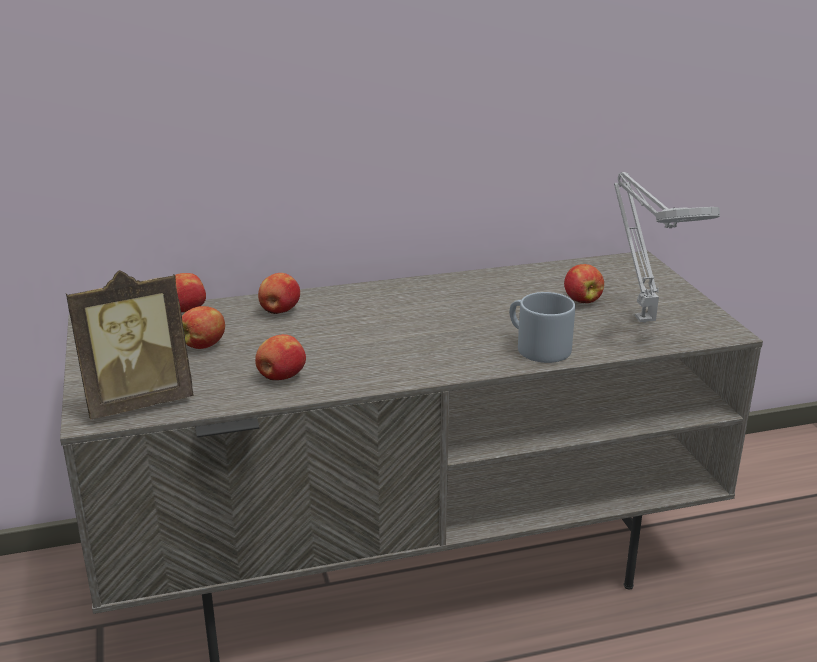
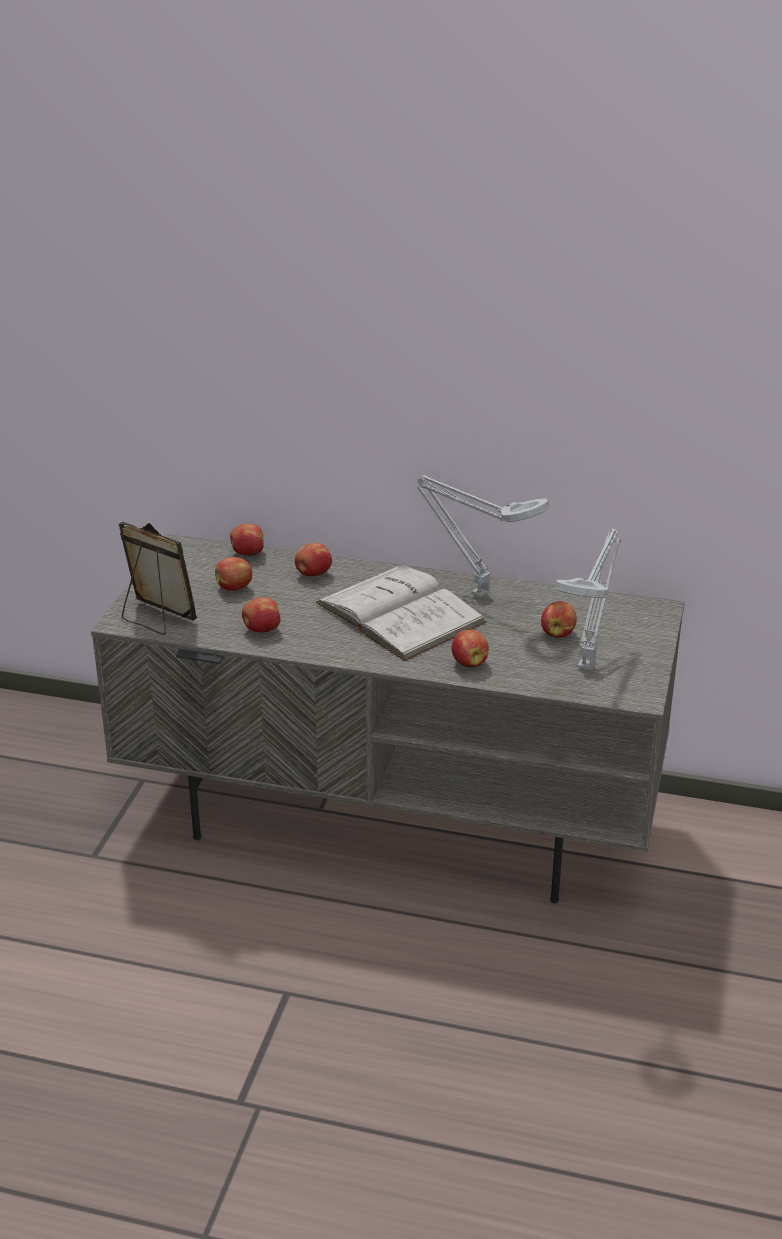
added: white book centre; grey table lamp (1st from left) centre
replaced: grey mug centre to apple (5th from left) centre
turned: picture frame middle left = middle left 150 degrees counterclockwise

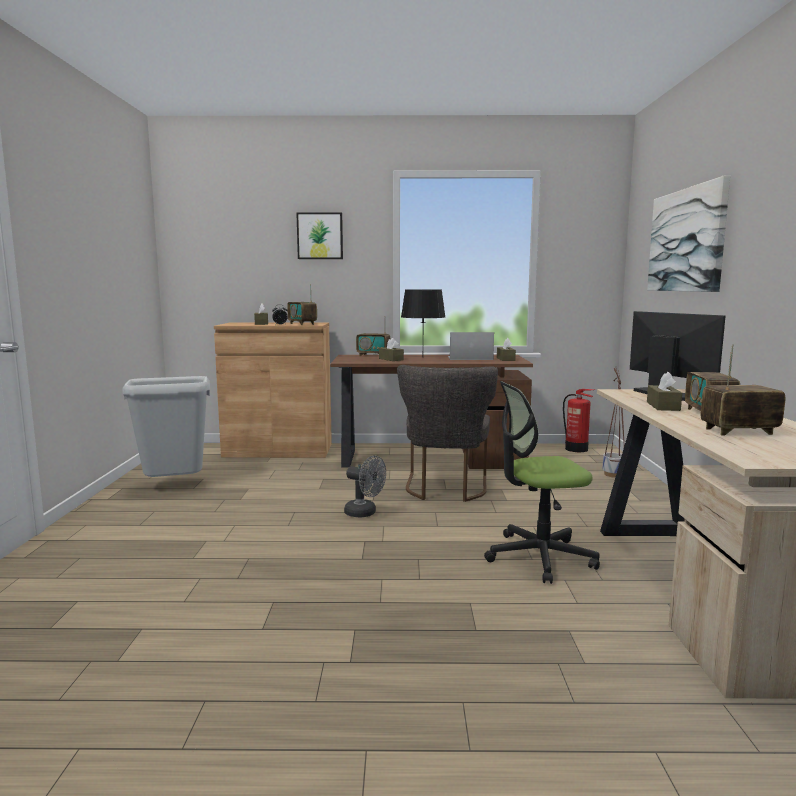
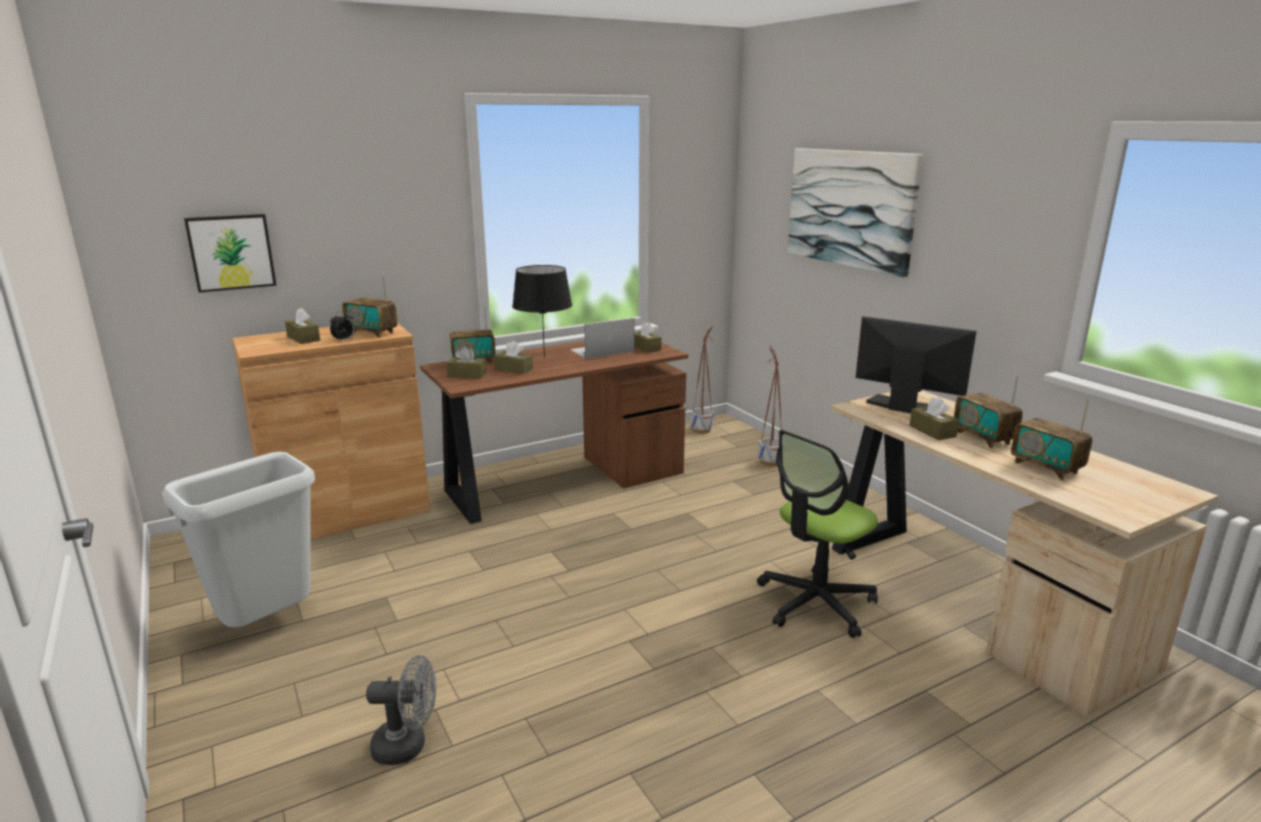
removed: grey chair centre
added: brown tissue box (2nd from left) centre
moved: picture (1st from left) top centre to top left; grey fan centre to bottom left
replaced: fire extinguisher middle right to planter (1st from left) centre
turned: radio (4th from left) middle right = middle right 90 degrees counterclockwise

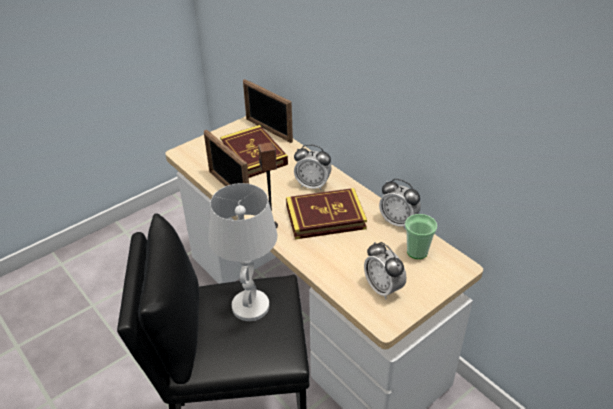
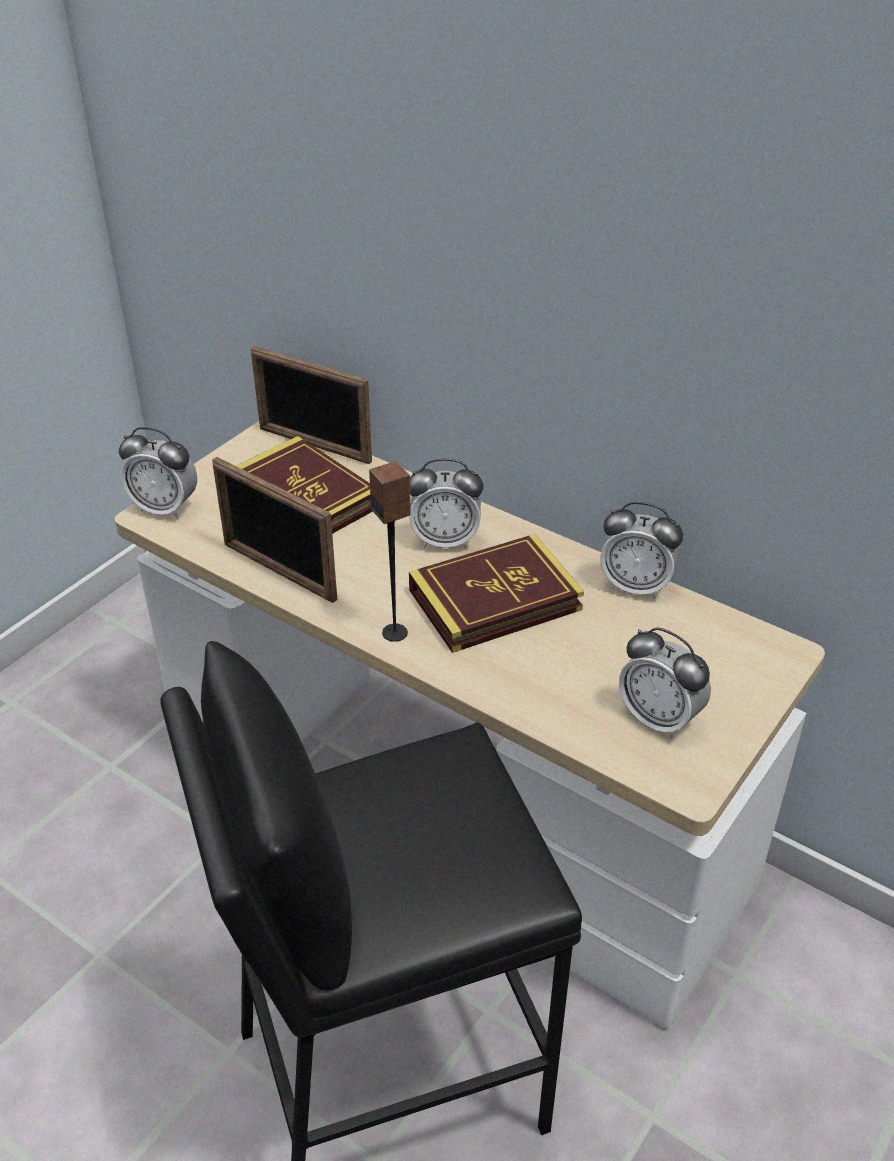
removed: white table lamp centre; cup middle right
added: alarm clock (1st from left) middle left

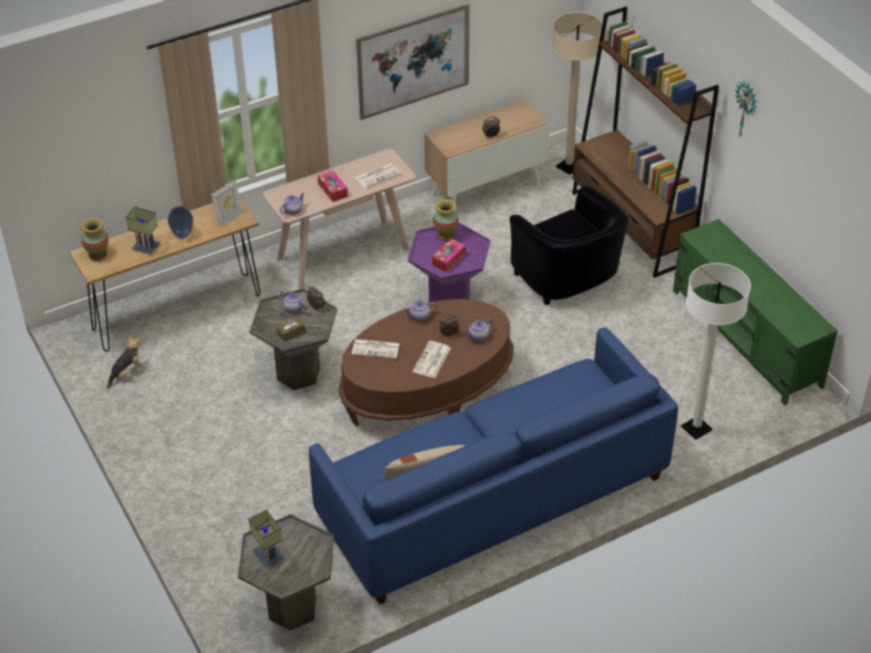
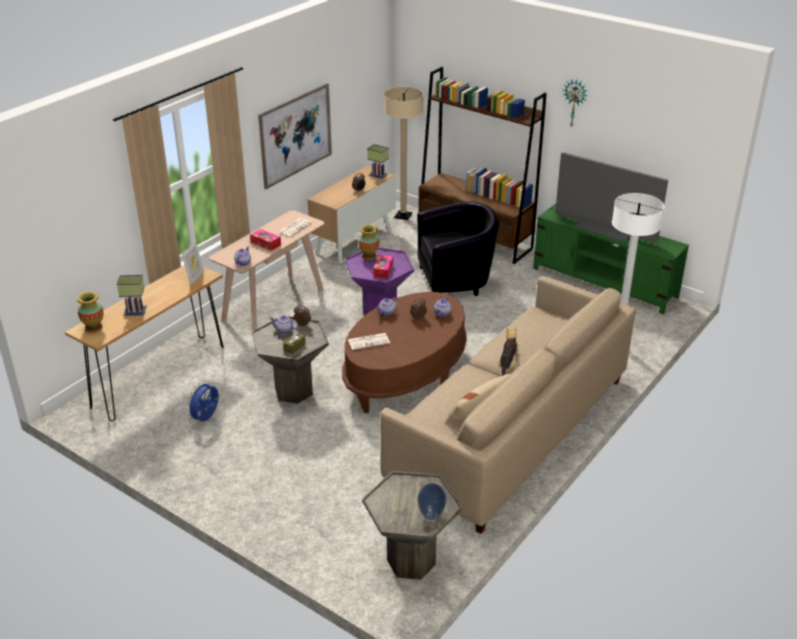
removed: newspaper (3rd from left) centre
added: blue fan middle left; television top right
moved: table lamp (2nd from left) bottom left to top centre; vase (2nd from left in the first image) middle left to vase (3rd from left) bottom centre; plush toy middle left to centre
recoloured: blue sofa bottom centre to beige sofa centre
turned: black armchair centre = centre 45 degrees counterclockwise

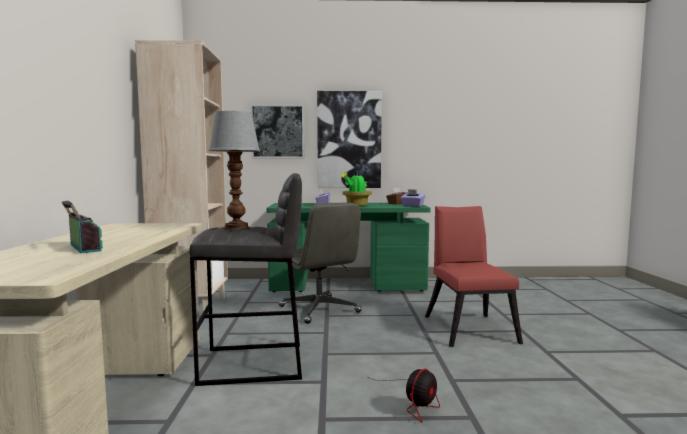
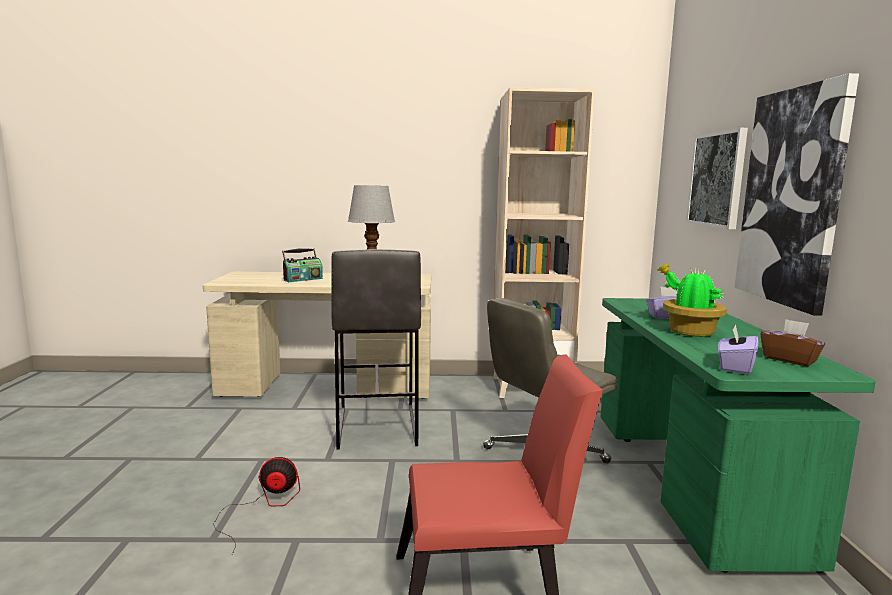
turned: fan bottom centre = bottom left 135 degrees clockwise

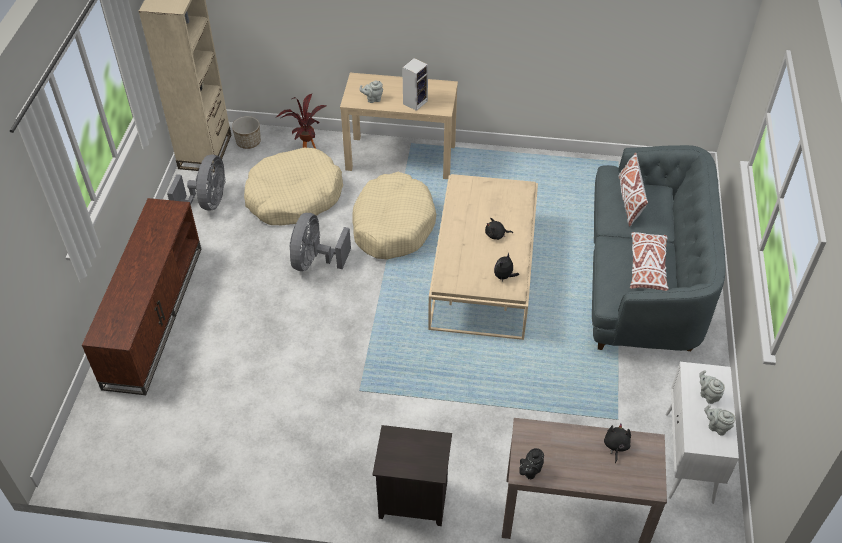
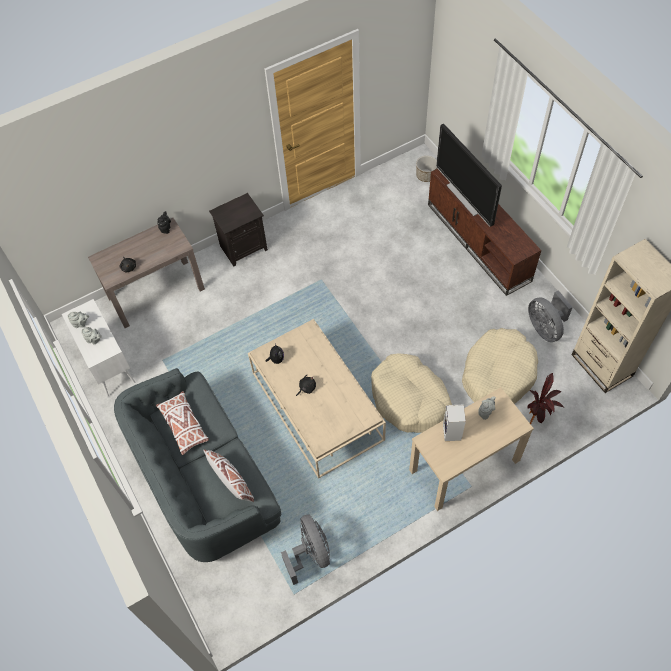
added: television top right
moved: grey fan (2nd from left in the first image) centre to grey fan (1st from left) bottom centre; planter top left to top centre

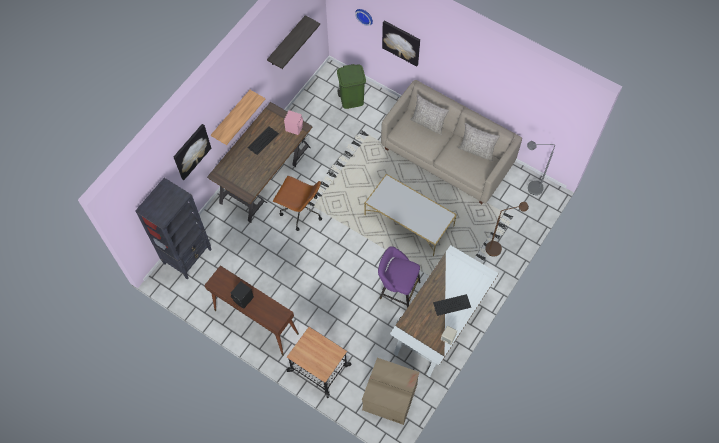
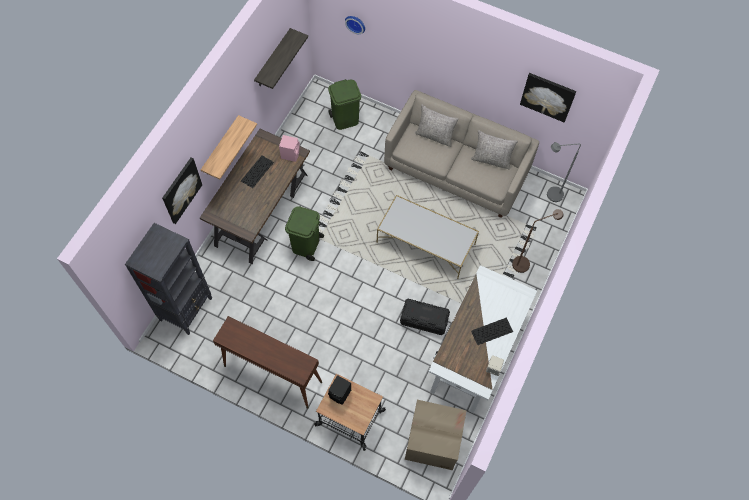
moved: black speaker centre to bottom centre; picture (2nd from left) top centre to top right
replaced: brown office chair centre to green trash can (1st from left) centre; purple stool centre to black storage box centre

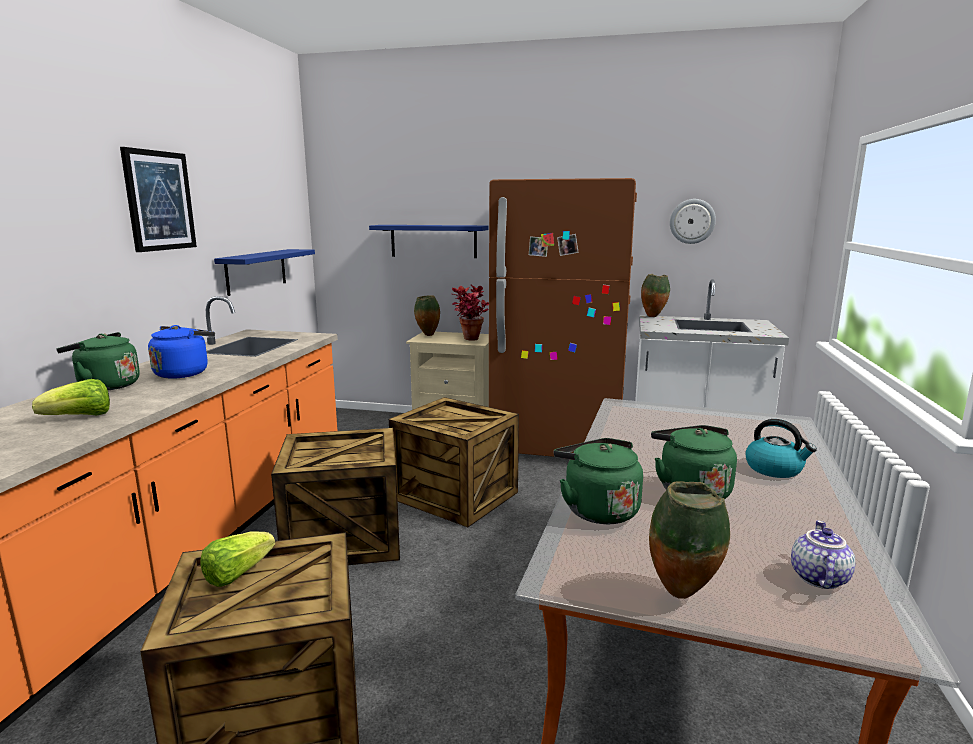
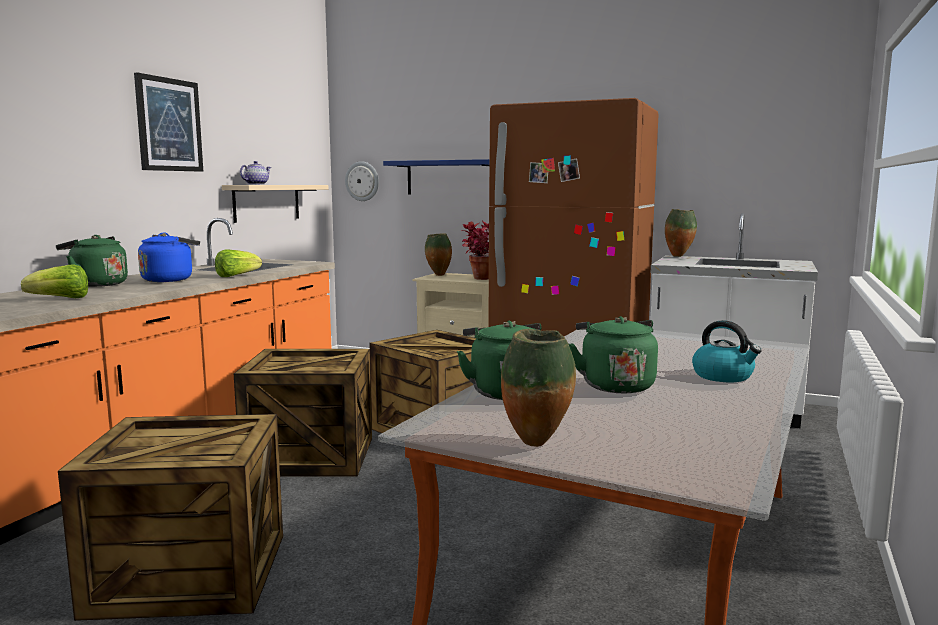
moved: lettuce (2nd from left) bottom left to middle left; teapot bottom right to top left; wall clock top right to top centre
recoloured: blue shelf (1st from left) middle left to beige shelf top left

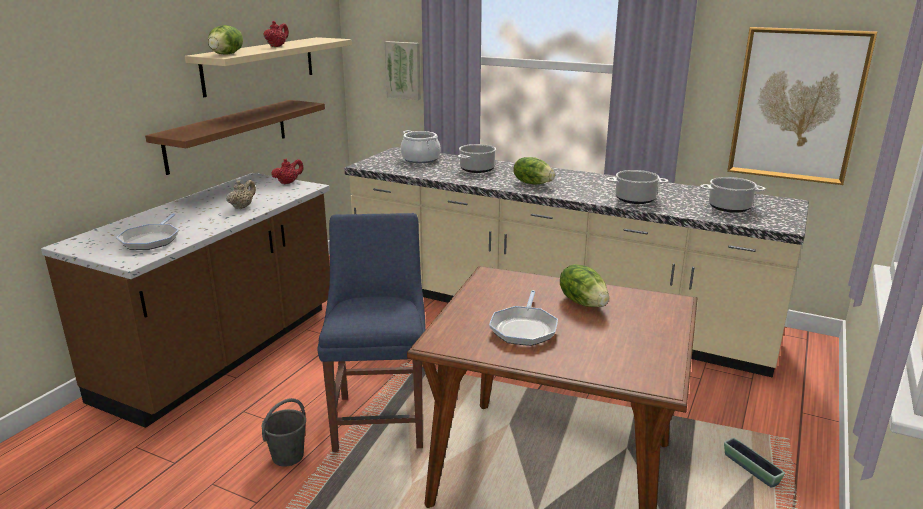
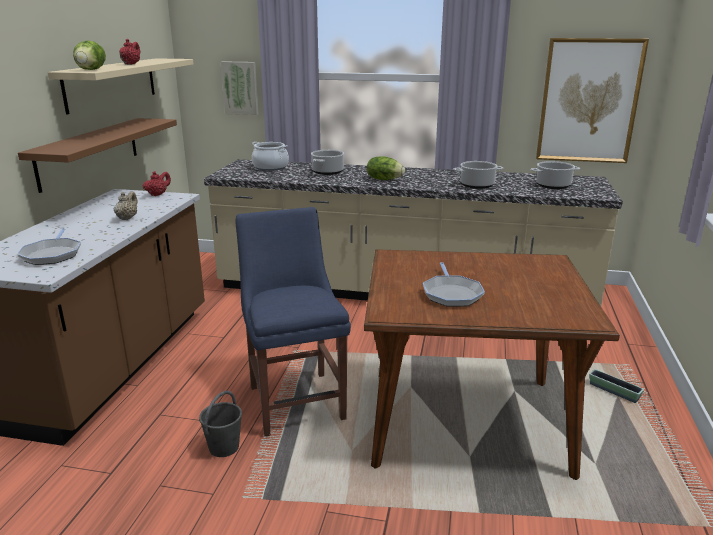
removed: lettuce (3rd from left) centre

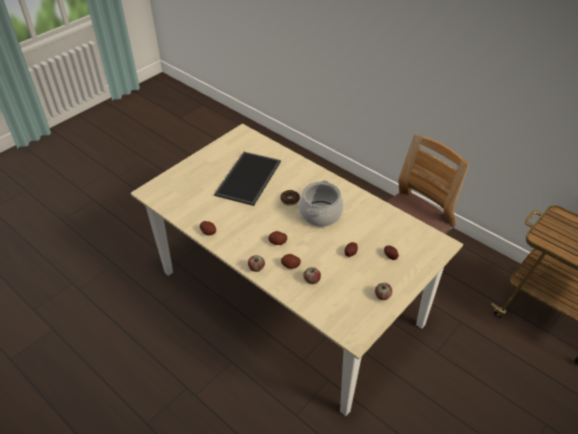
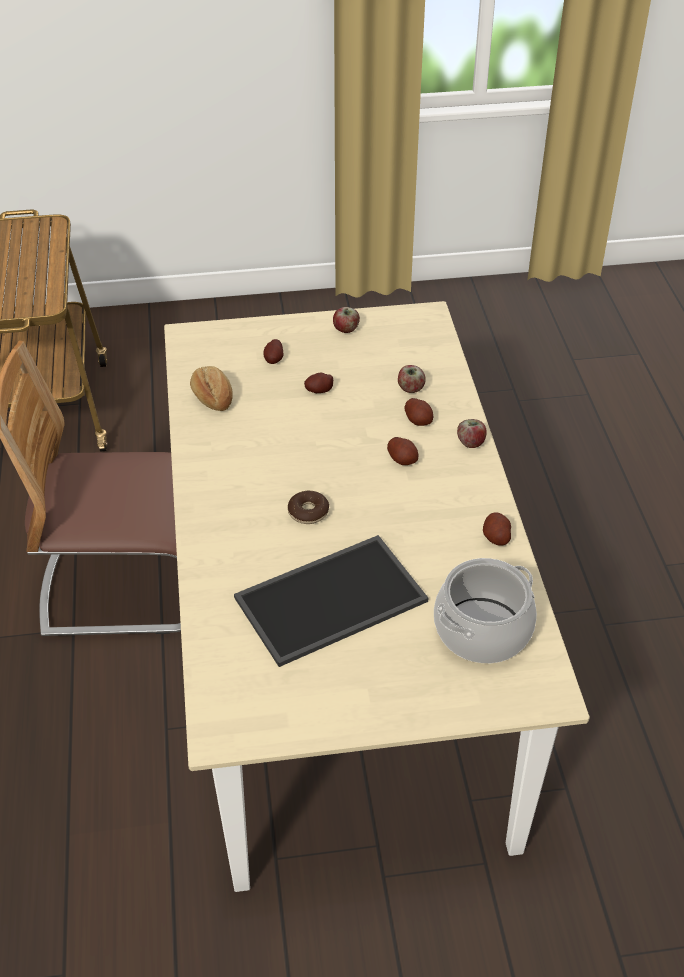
added: bread middle left
moved: cooking pot centre to middle right

